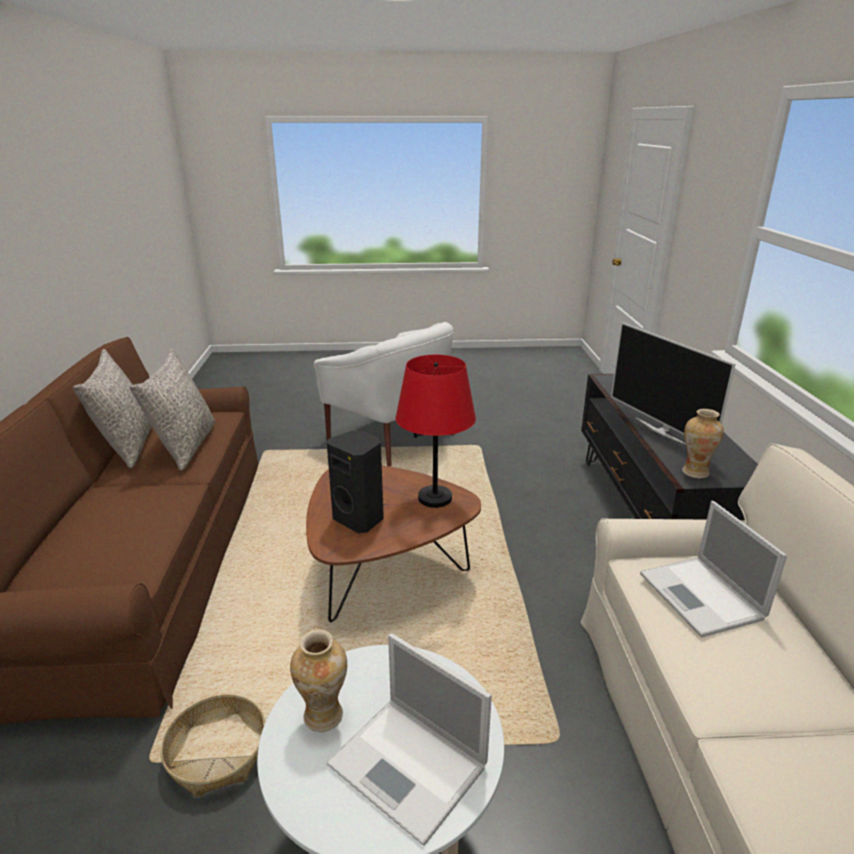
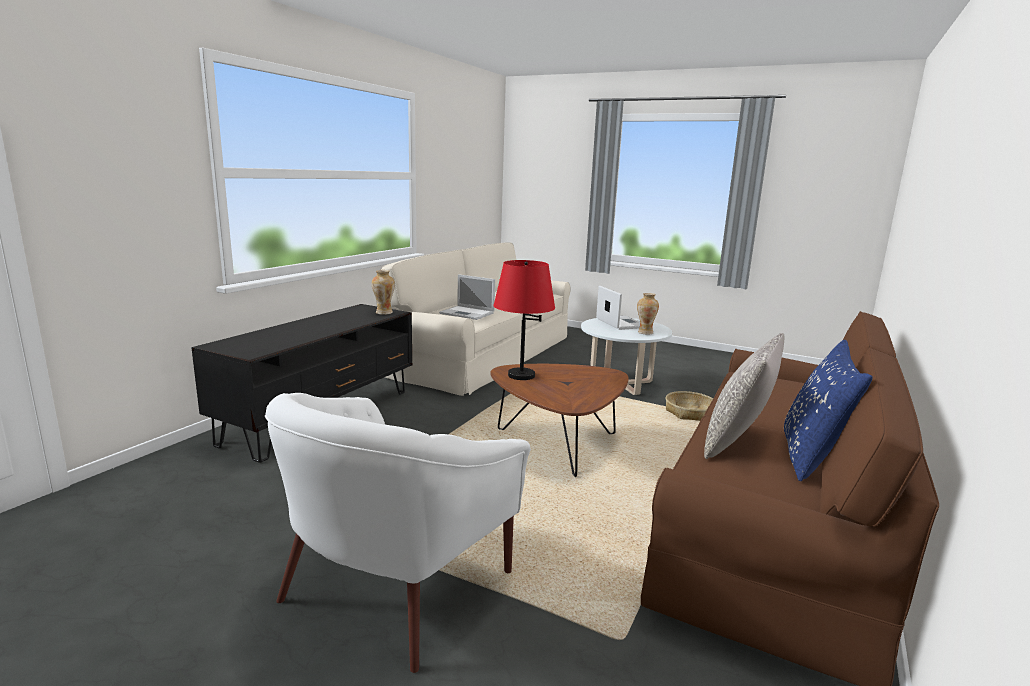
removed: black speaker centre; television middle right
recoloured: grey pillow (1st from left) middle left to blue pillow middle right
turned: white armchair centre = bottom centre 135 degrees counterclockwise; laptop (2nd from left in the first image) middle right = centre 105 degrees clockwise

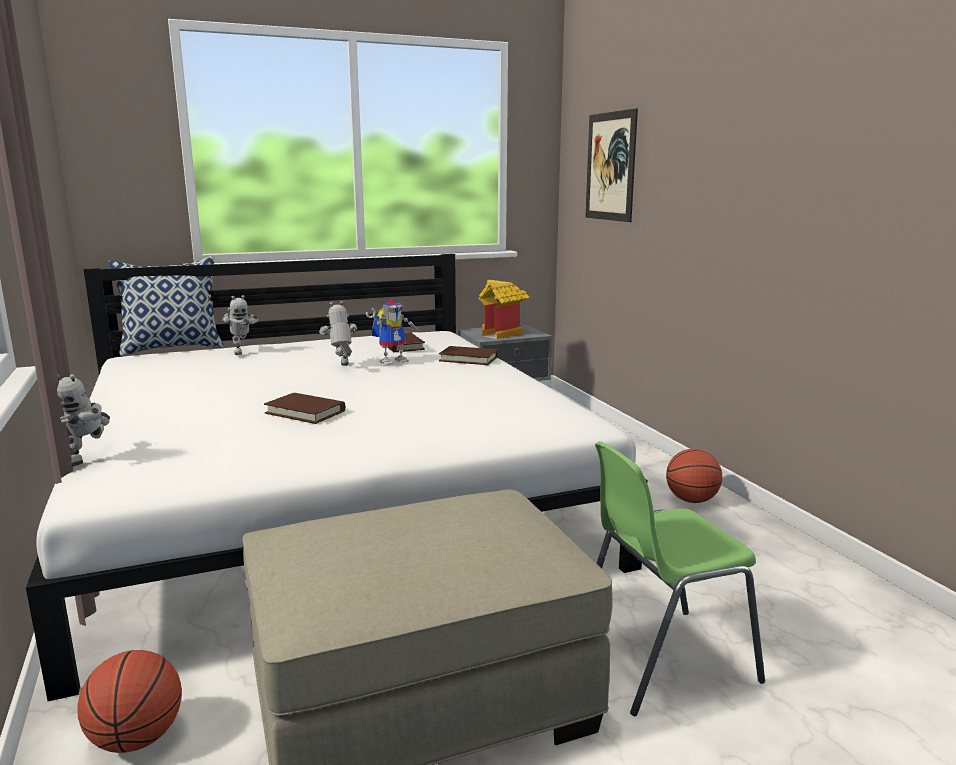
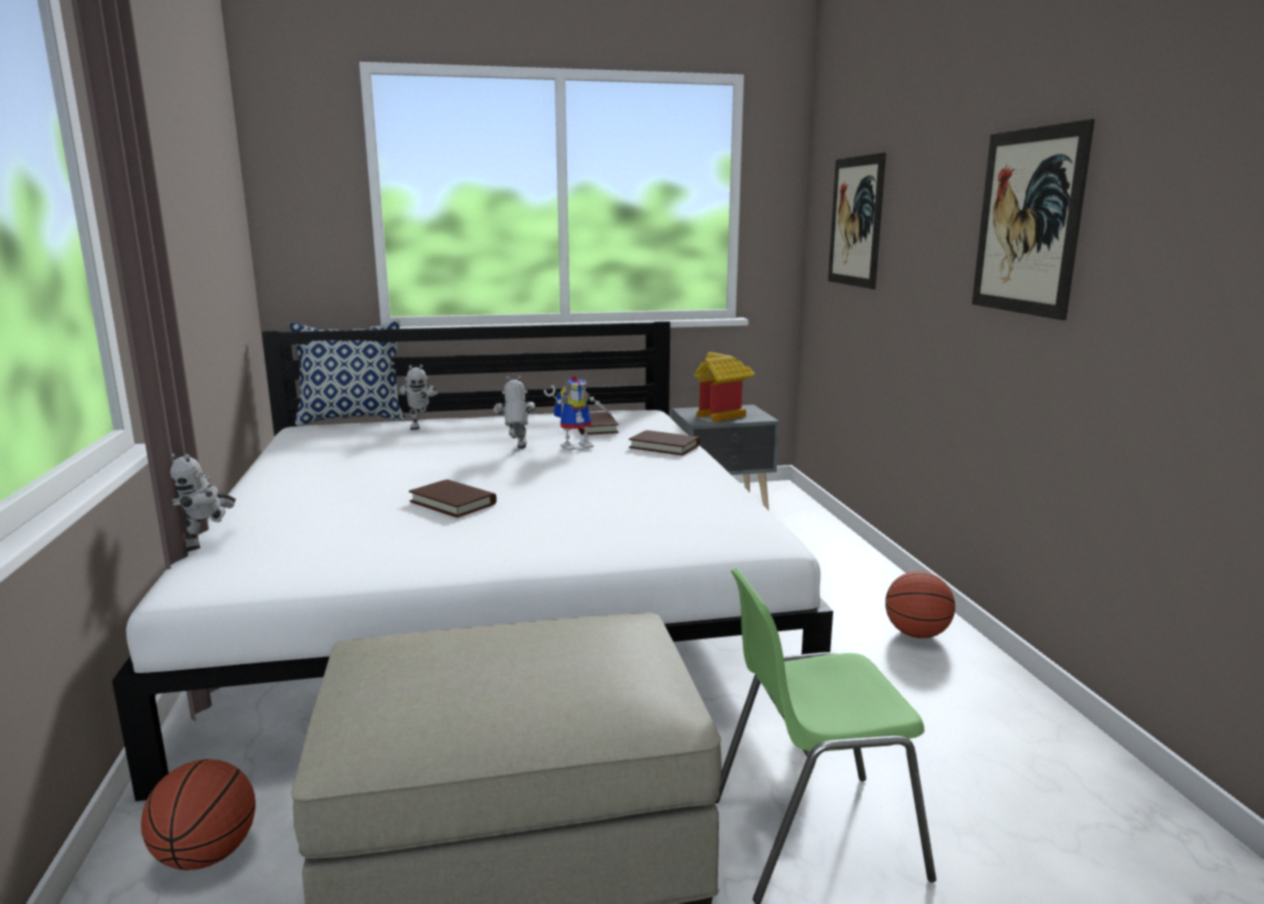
added: picture (2nd from left) top right

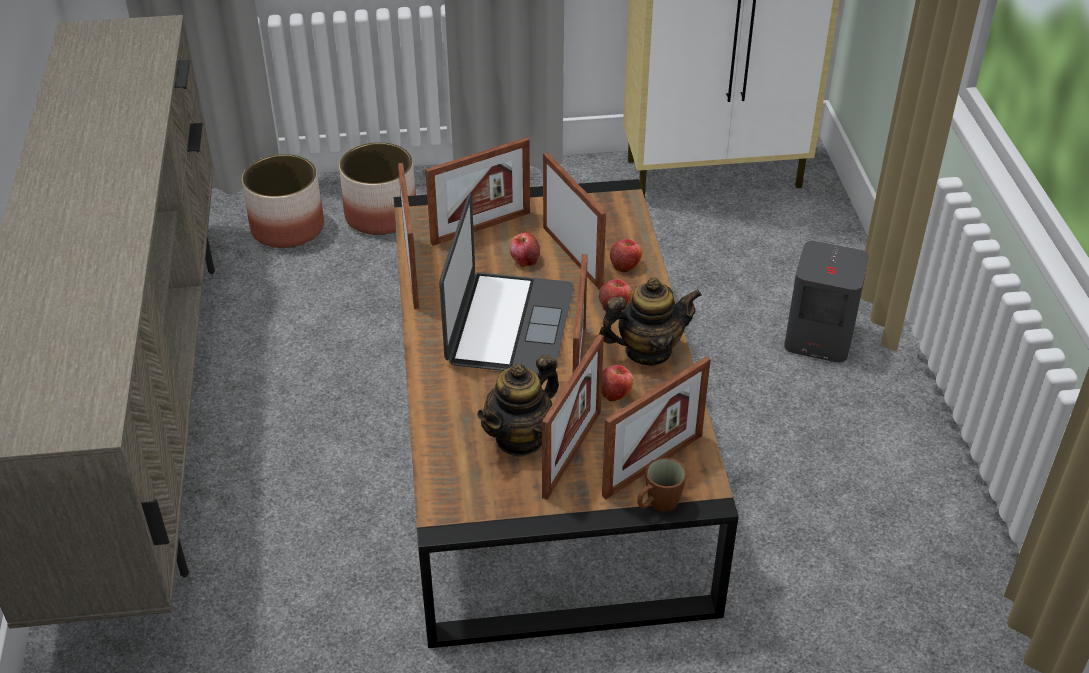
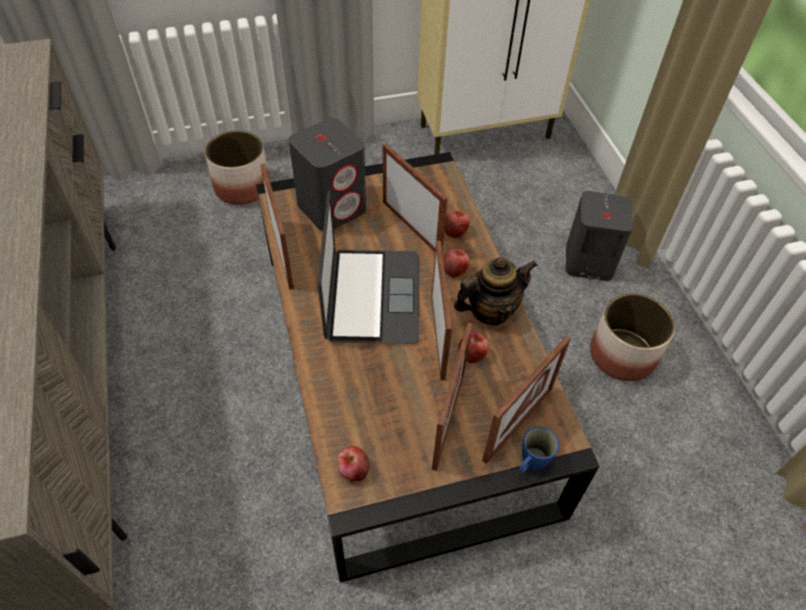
removed: teapot (1st from left) centre
moved: apple (1st from left) centre to bottom centre; planter (1st from left in the first image) top left to planter (2nd from left) middle right
replaced: picture frame (2nd from left) top centre to grey speaker (1st from left) top centre
recoloured: brown mug bottom centre to blue mug bottom right

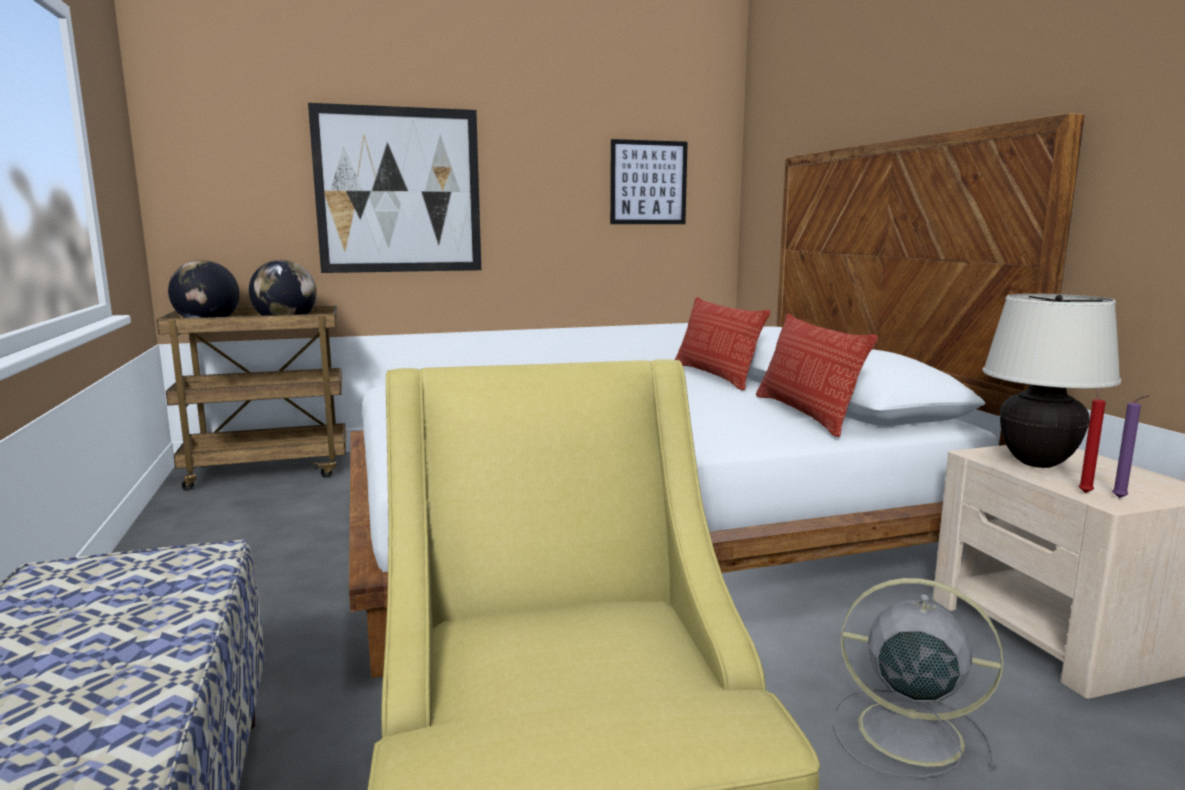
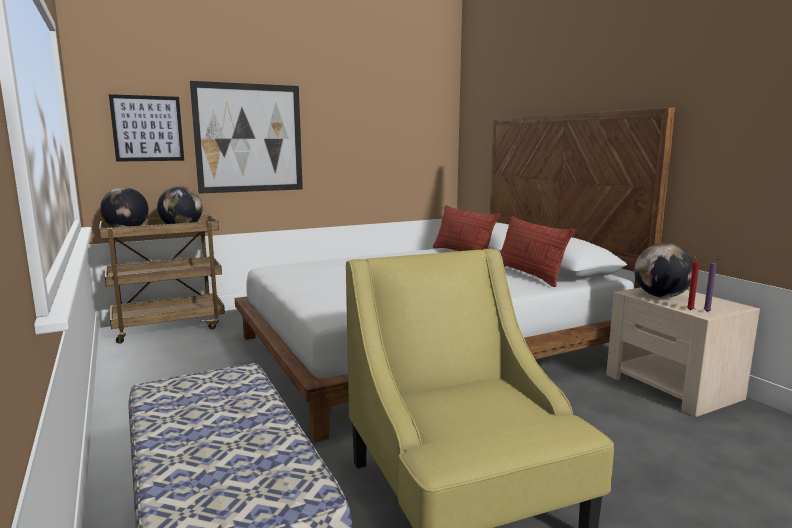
removed: grey fan bottom right
moved: picture (2nd from left in the first image) top centre to picture (1st from left) top left
replaced: beige table lamp middle right to globe (3rd from left) middle right

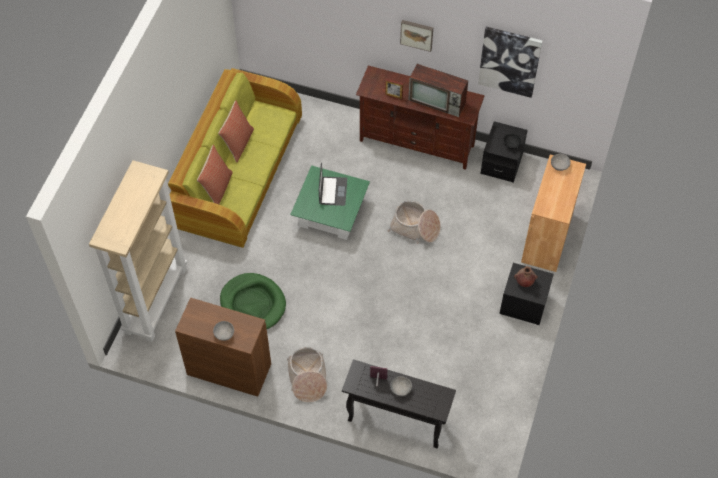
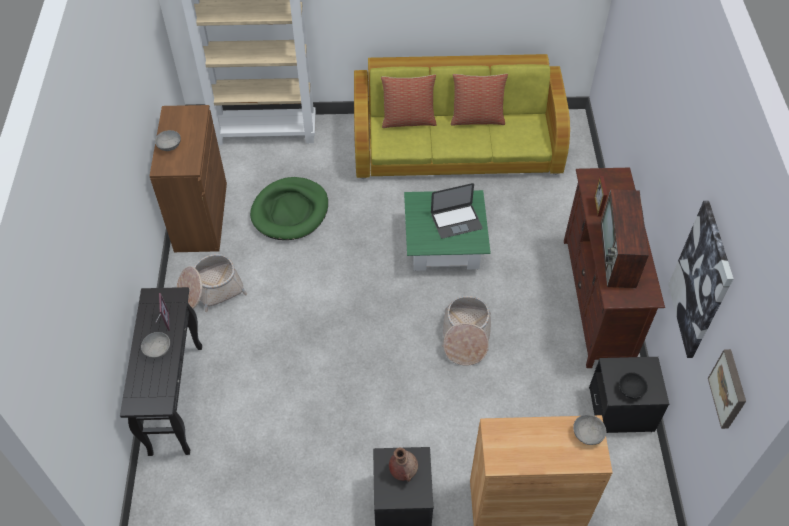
moved: picture (1st from left in the first image) top centre to picture (2nd from left) bottom right

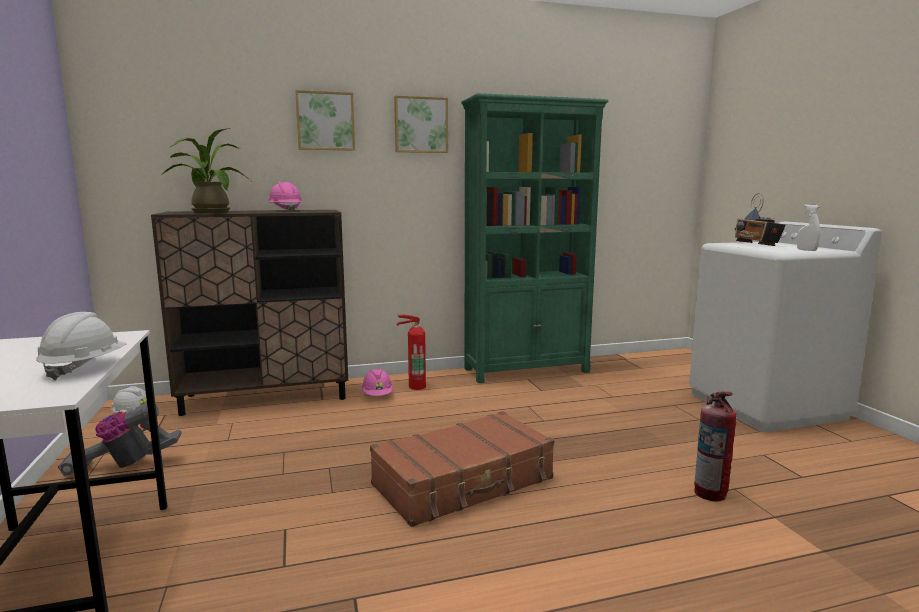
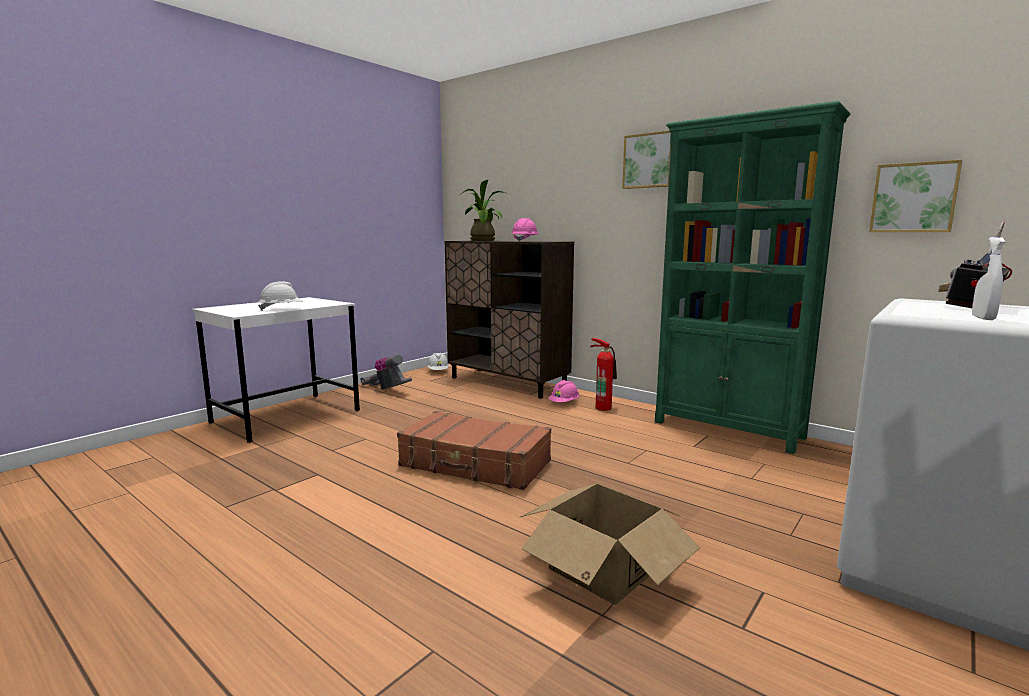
moved: picture (1st from left in the first image) top centre to picture (2nd from left) top right
replaced: fire extinguisher (2nd from left) bottom right to cardboard box bottom centre

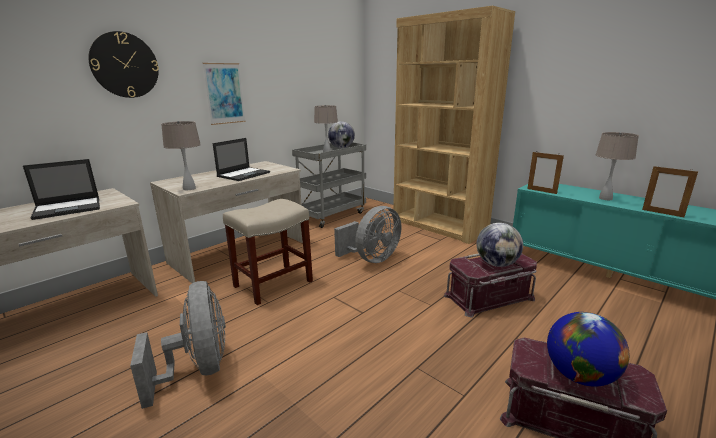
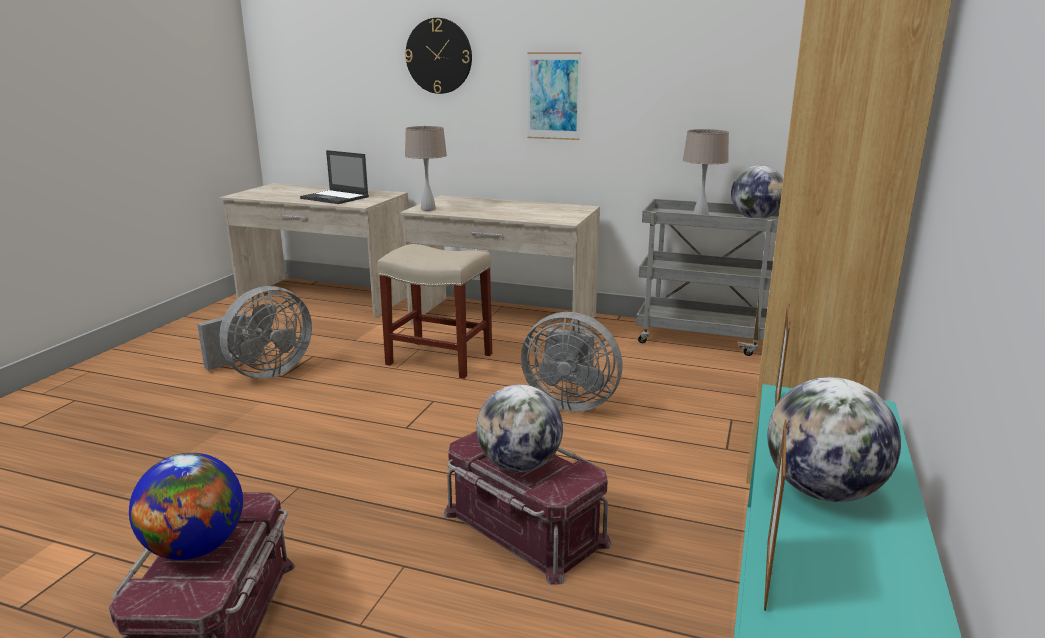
removed: laptop (2nd from left) centre
replaced: beige table lamp (3rd from left) middle right to globe (4th from left) bottom right

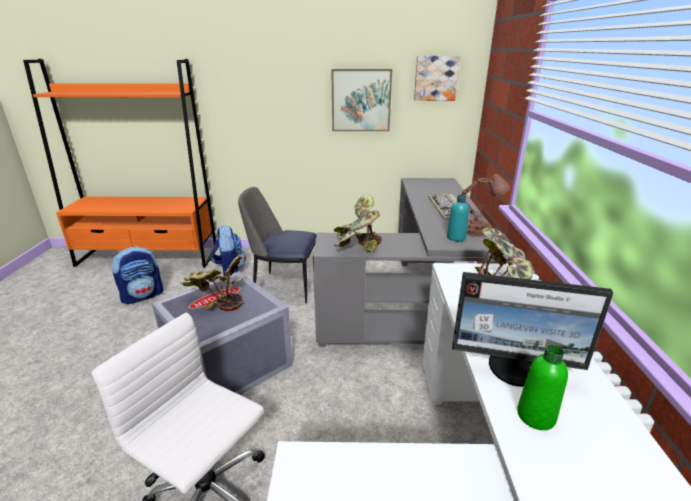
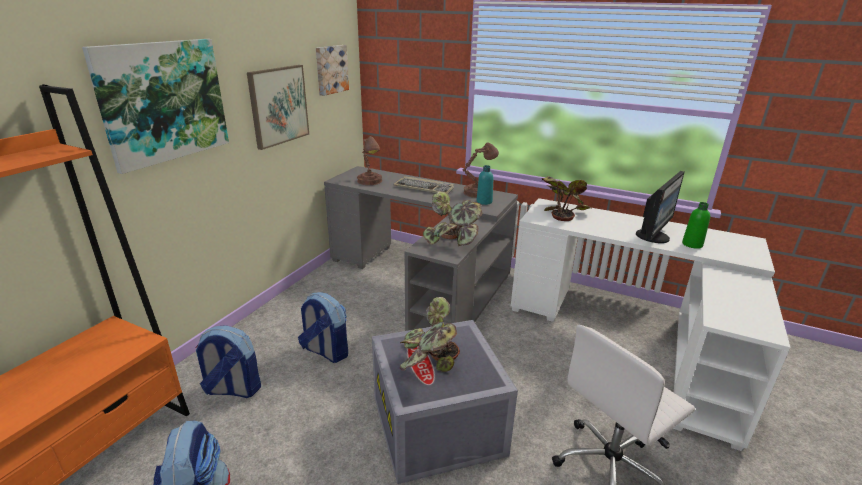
added: picture (1st from left) top left; brown table lamp (1st from left) top centre
replaced: chair centre to backpack (3rd from left) bottom centre

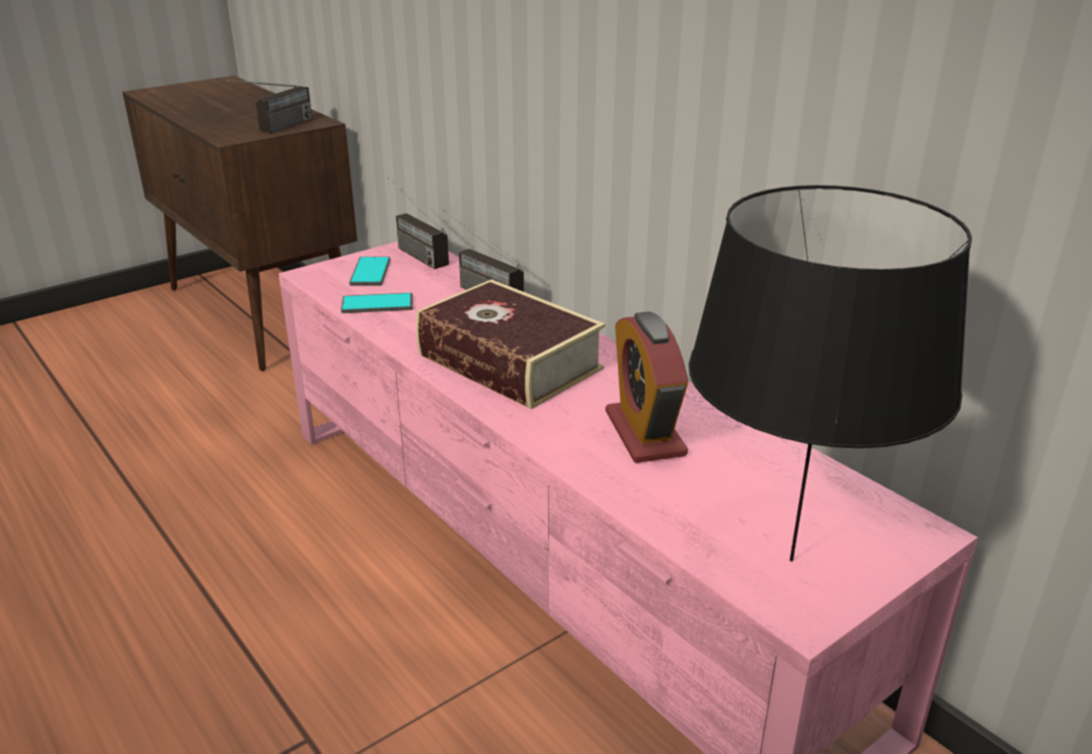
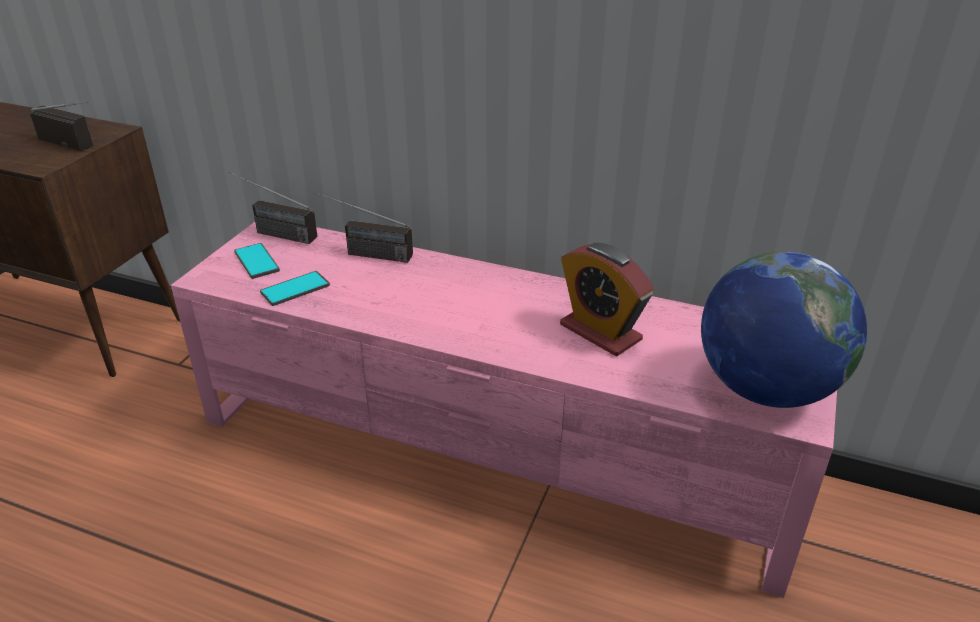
removed: book centre
replaced: black table lamp middle right to globe middle right
turned: radio (1st from left) top left = top left 60 degrees counterclockwise

